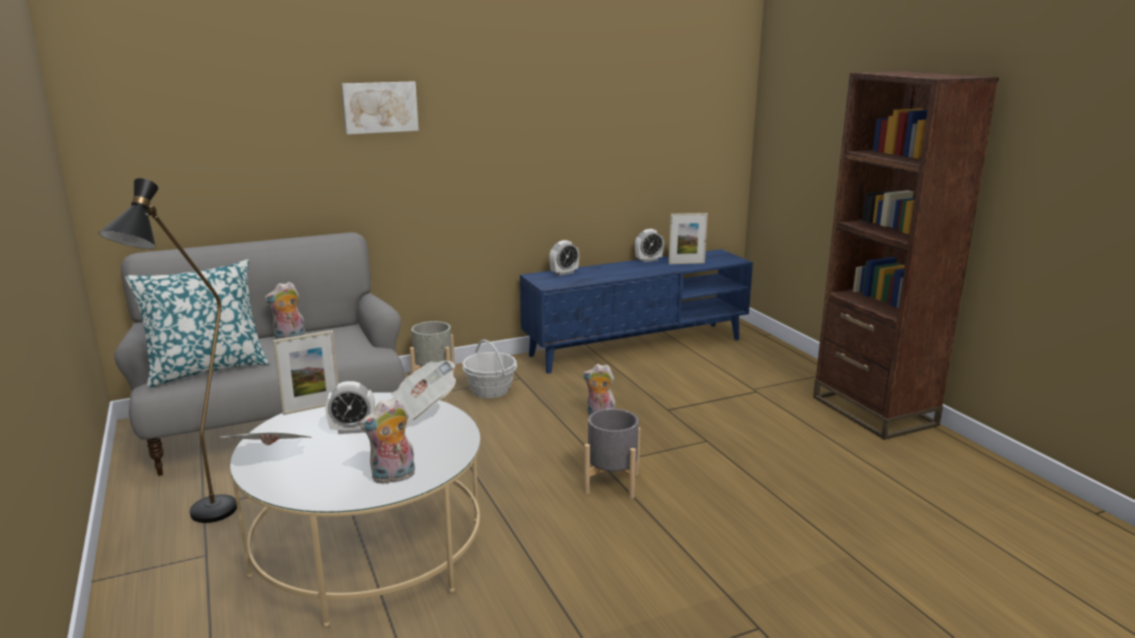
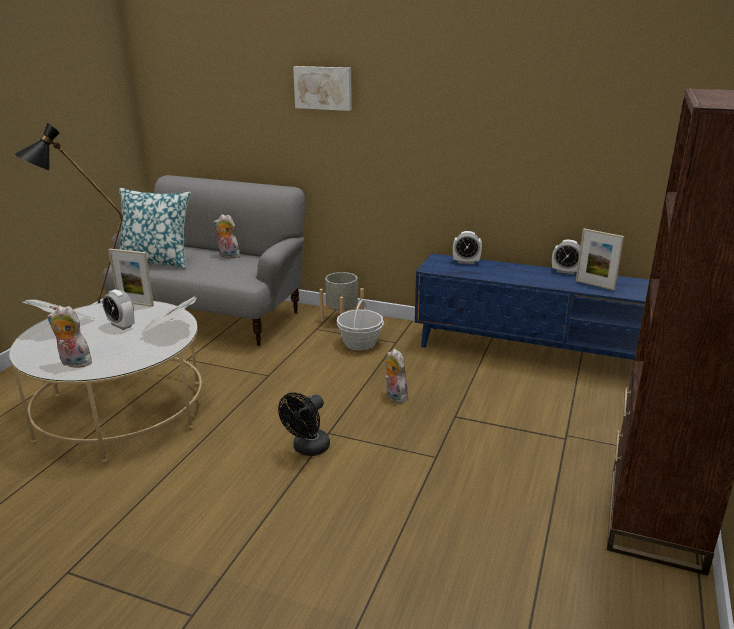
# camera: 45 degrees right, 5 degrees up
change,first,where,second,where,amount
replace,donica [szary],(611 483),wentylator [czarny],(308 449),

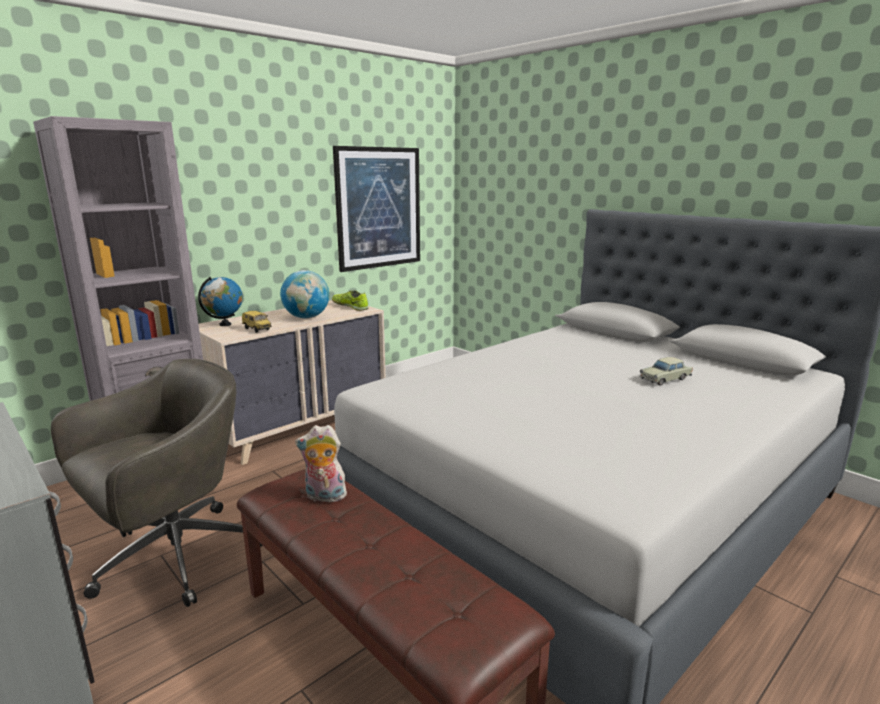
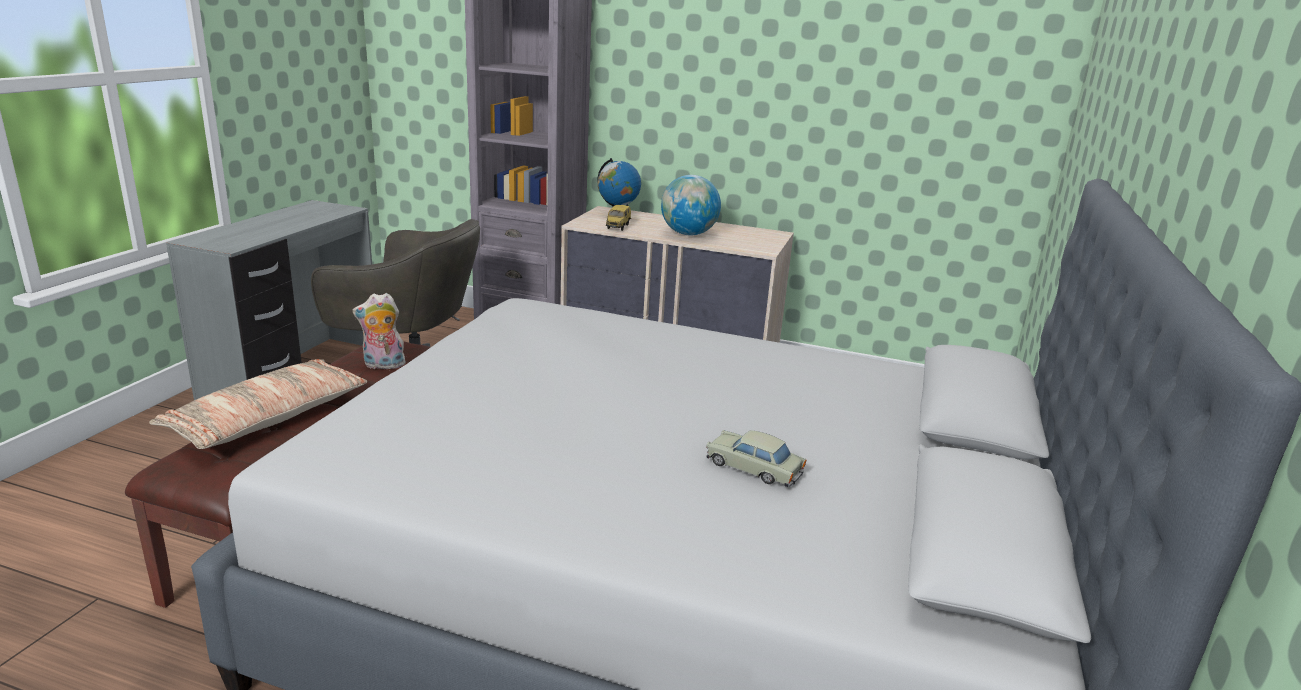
# camera: 60 degrees right, 5 degrees up
change,first,where,second,where,amount
delete,obraz,(379 208),,,
delete,but,(350 306),,,
rotate,pluszak,(324 497),,(383 365),75 degrees counterclockwise
insert,,,poduszka,(269 419),

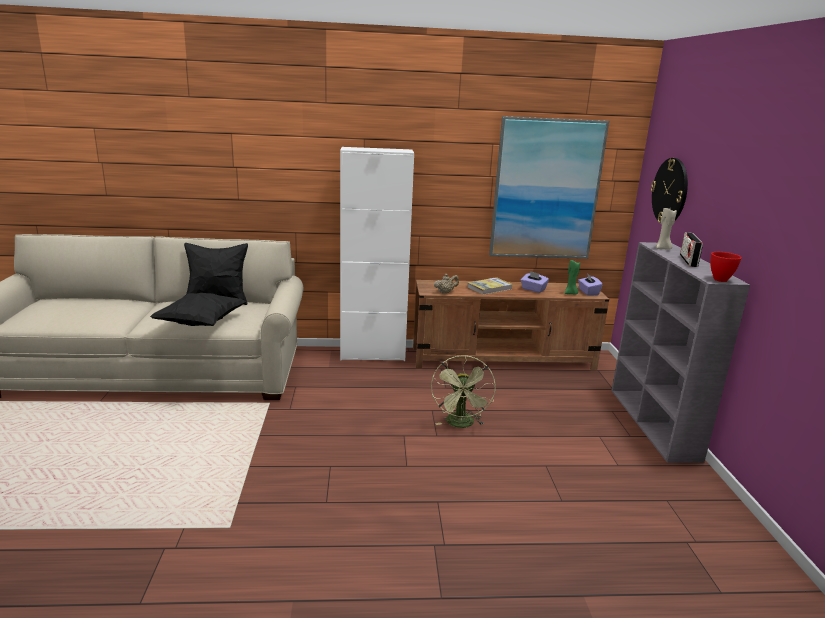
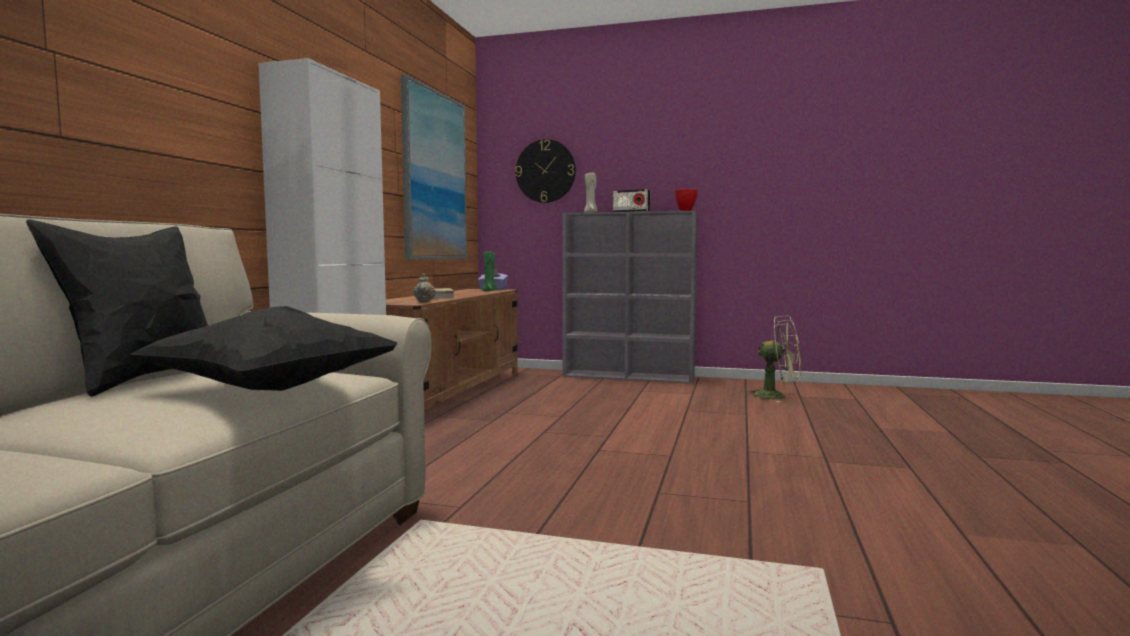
# camera: 70 degrees left, 15 degrees down
change,first,where,second,where,amount
delete,pudełko chusteczek [fioletowy],(533 289),,,
move,wentylator [zielony],(461 424),,(777 397),

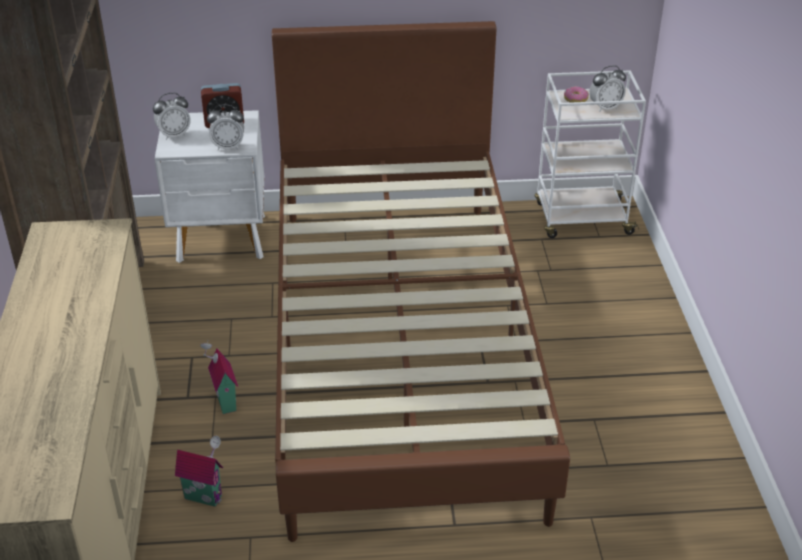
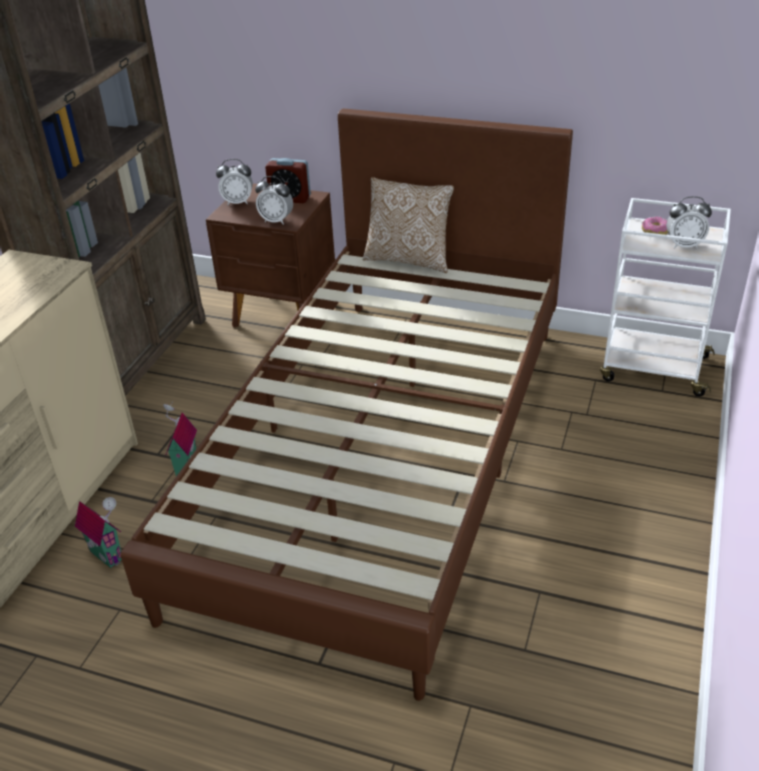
# camera: 25 degrees right, 0 degrees up
change,first,where,second,where,amount
recolor,szafka nocna [biały],(223 239),szafka nocna [brązowy],(284 314),
insert,,,poduszka,(409 259),

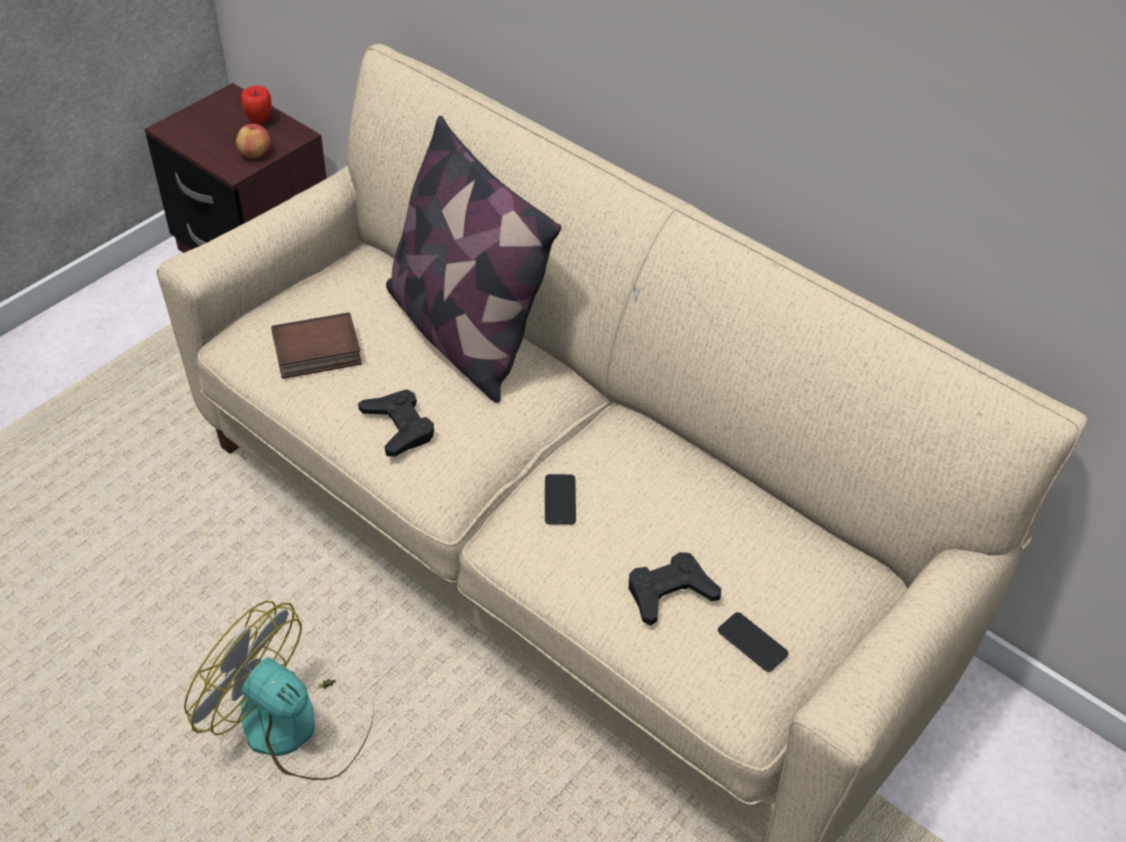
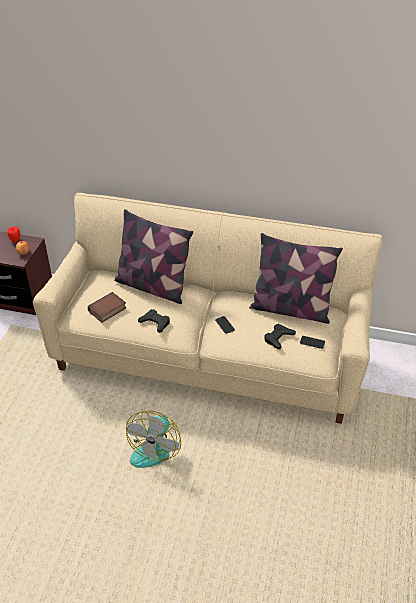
# camera: 25 degrees left, 5 degrees down
change,first,where,second,where,amount
rotate,wentylator,(296 725),,(155 447),75 degrees counterclockwise
insert,,,poduszka,(290 309),

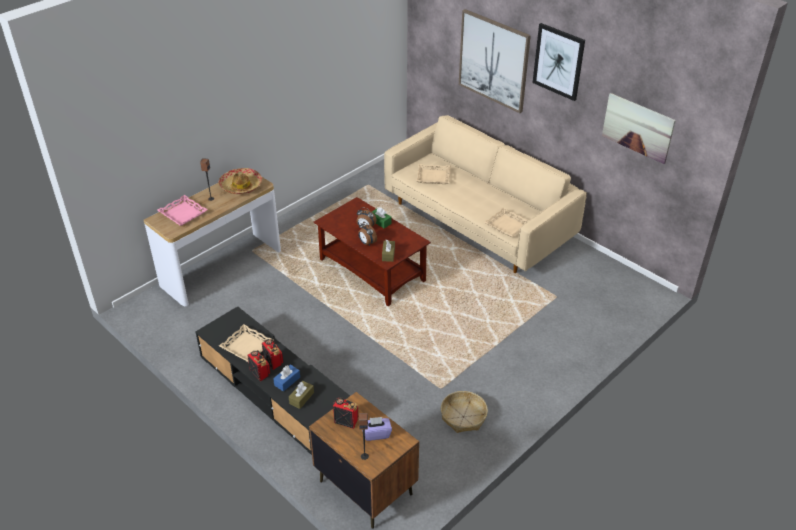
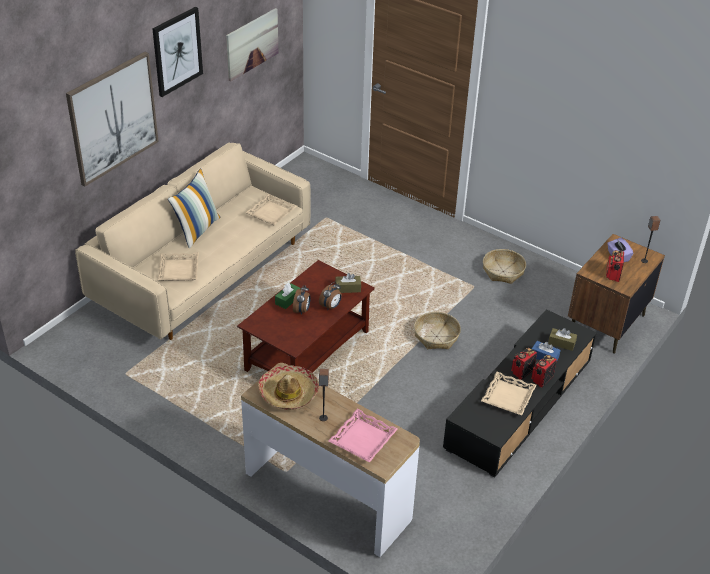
# camera: 100 degrees left, 0 degrees up
change,first,where,second,where,amount
insert,,,poduszka,(197 230),
insert,,,koszyk,(436 336),

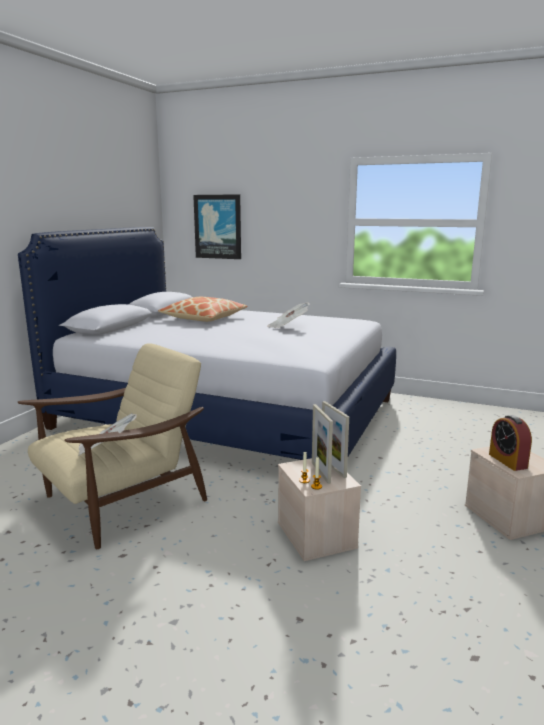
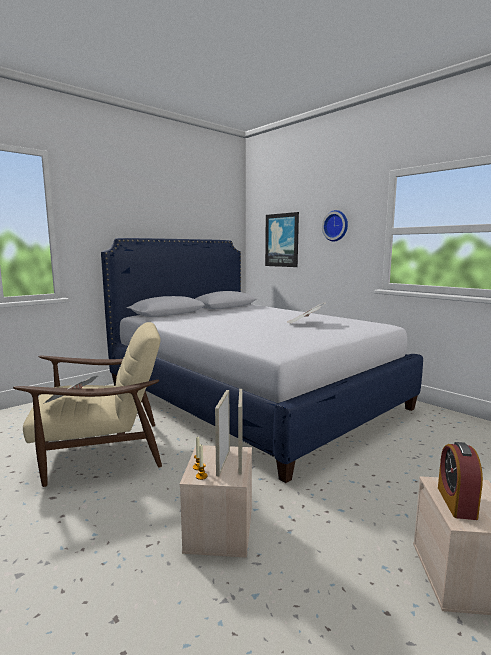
# camera: 25 degrees right, 5 degrees down
change,first,where,second,where,amount
delete,poduszka,(203 318),,,
insert,,,zegar ścienny,(336 226),

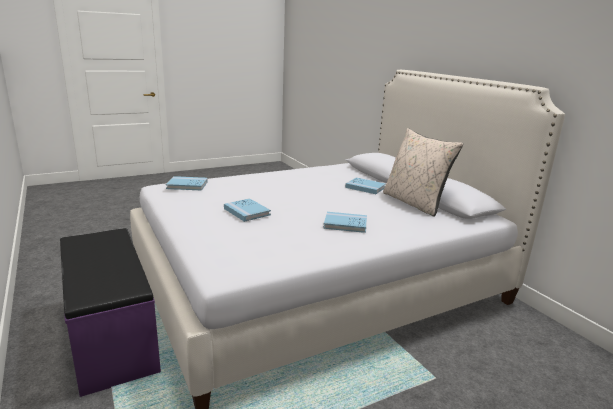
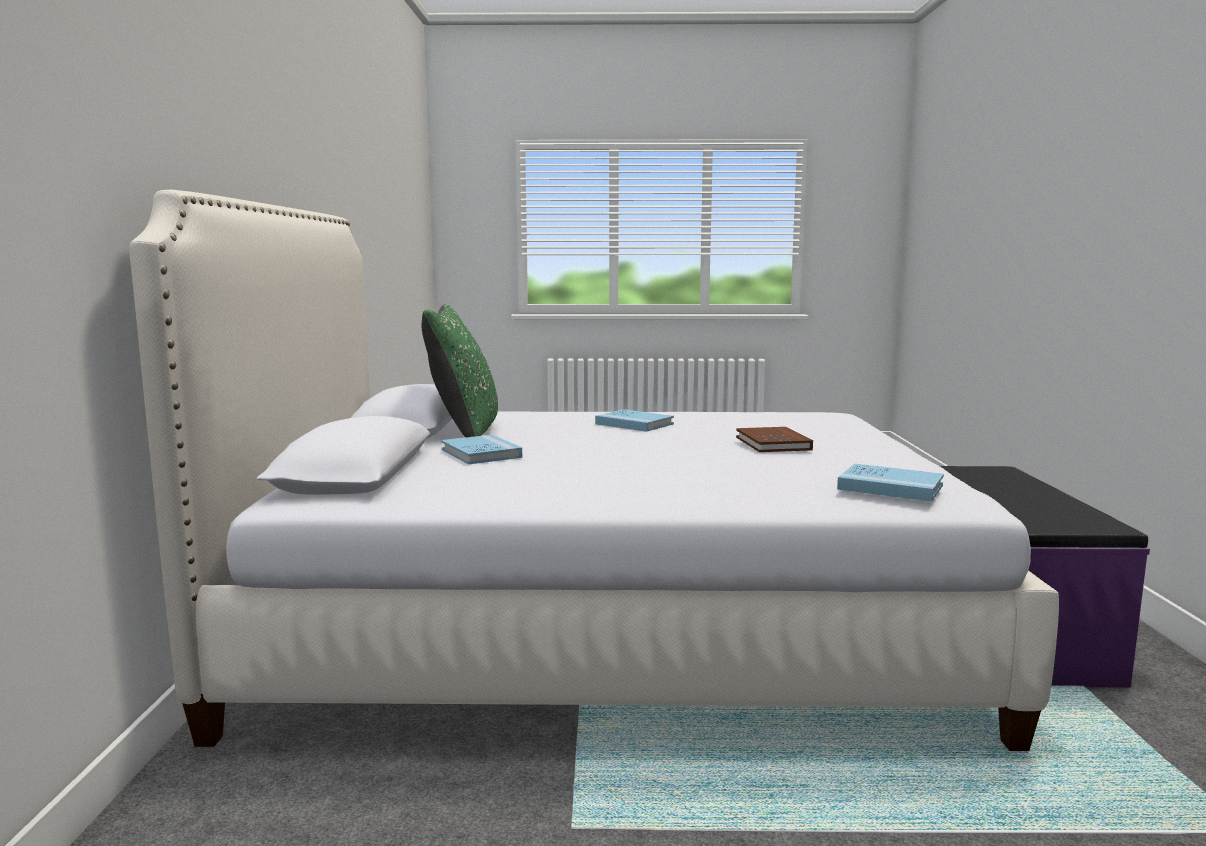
# camera: 150 degrees left, 10 degrees down
change,first,where,second,where,amount
recolor,poduszka [beżowy],(414 203),poduszka [zielony],(464 430),
recolor,książka [niebieski],(247 211),książka [brązowy],(773 443),

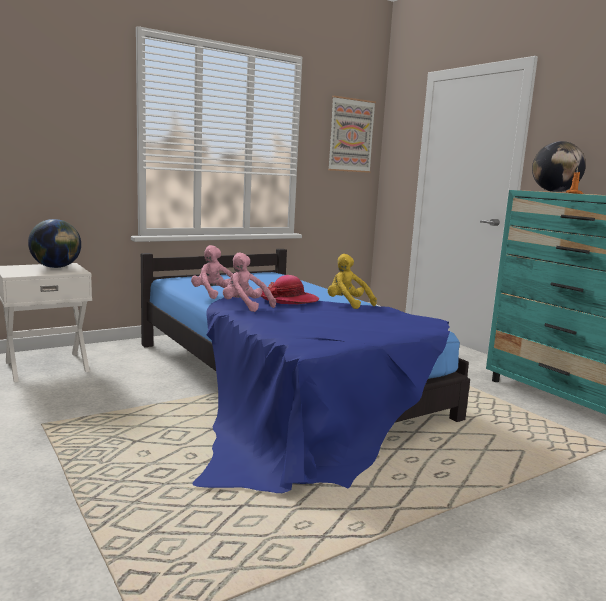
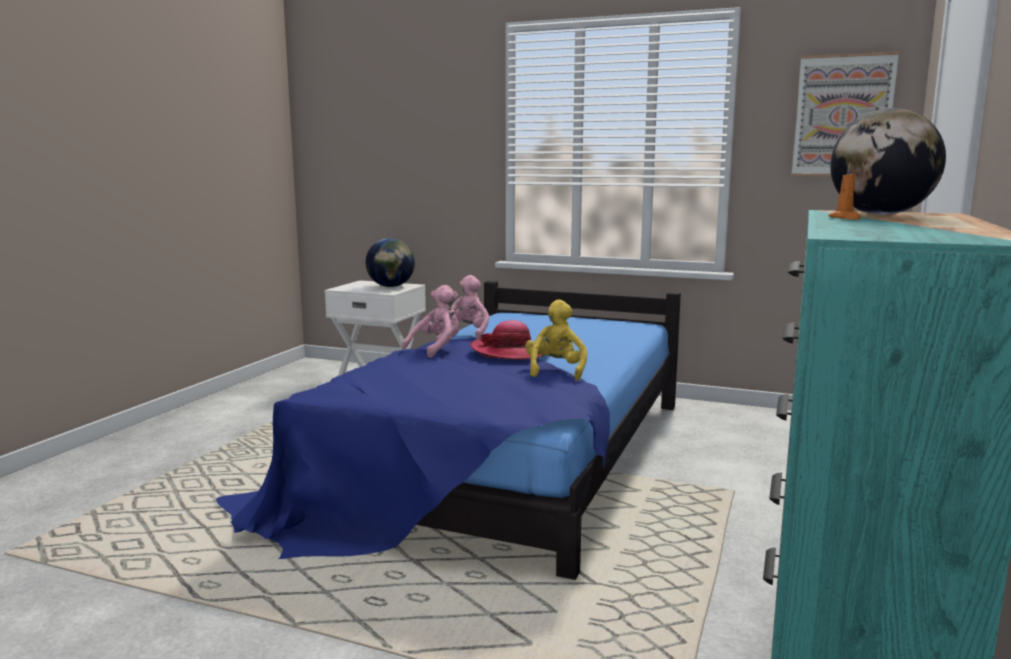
# camera: 55 degrees right, 0 degrees up
change,first,where,second,where,amount
rotate,pluszak [różowy],(245 306),,(436 349),45 degrees clockwise

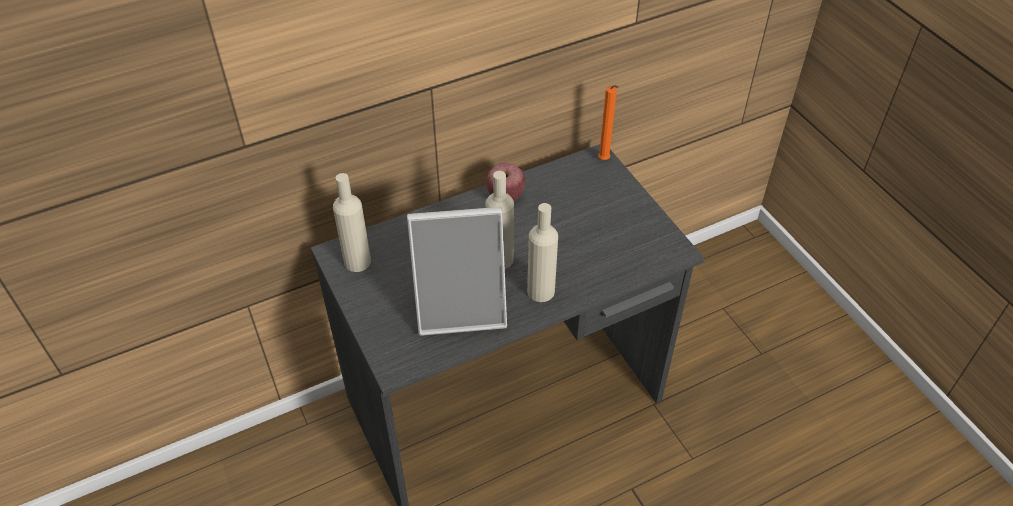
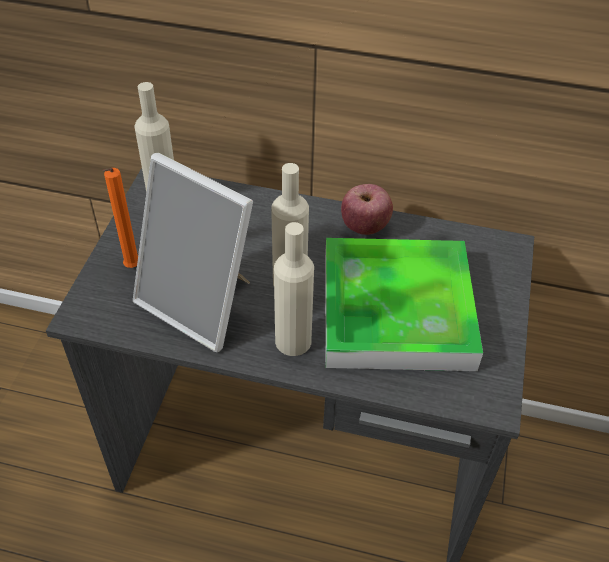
# camera: 40 degrees right, 0 degrees up
change,first,where,second,where,amount
move,świeca [pomarańczowy],(604 160),,(131 268),
insert,,,taca,(396 310),

